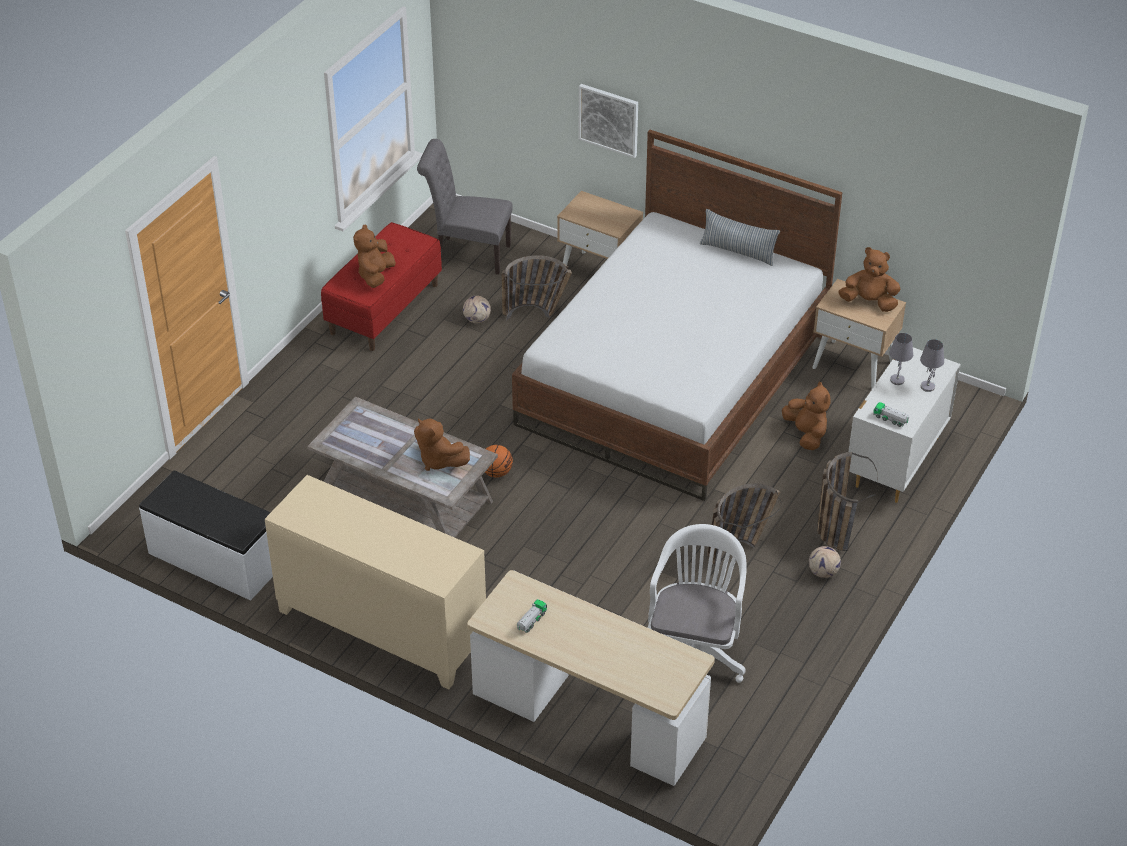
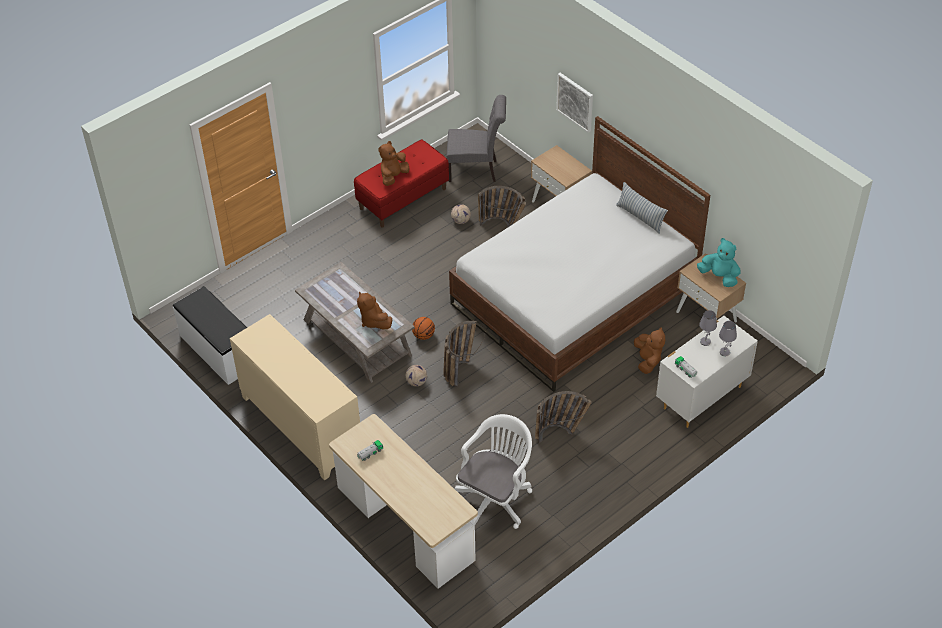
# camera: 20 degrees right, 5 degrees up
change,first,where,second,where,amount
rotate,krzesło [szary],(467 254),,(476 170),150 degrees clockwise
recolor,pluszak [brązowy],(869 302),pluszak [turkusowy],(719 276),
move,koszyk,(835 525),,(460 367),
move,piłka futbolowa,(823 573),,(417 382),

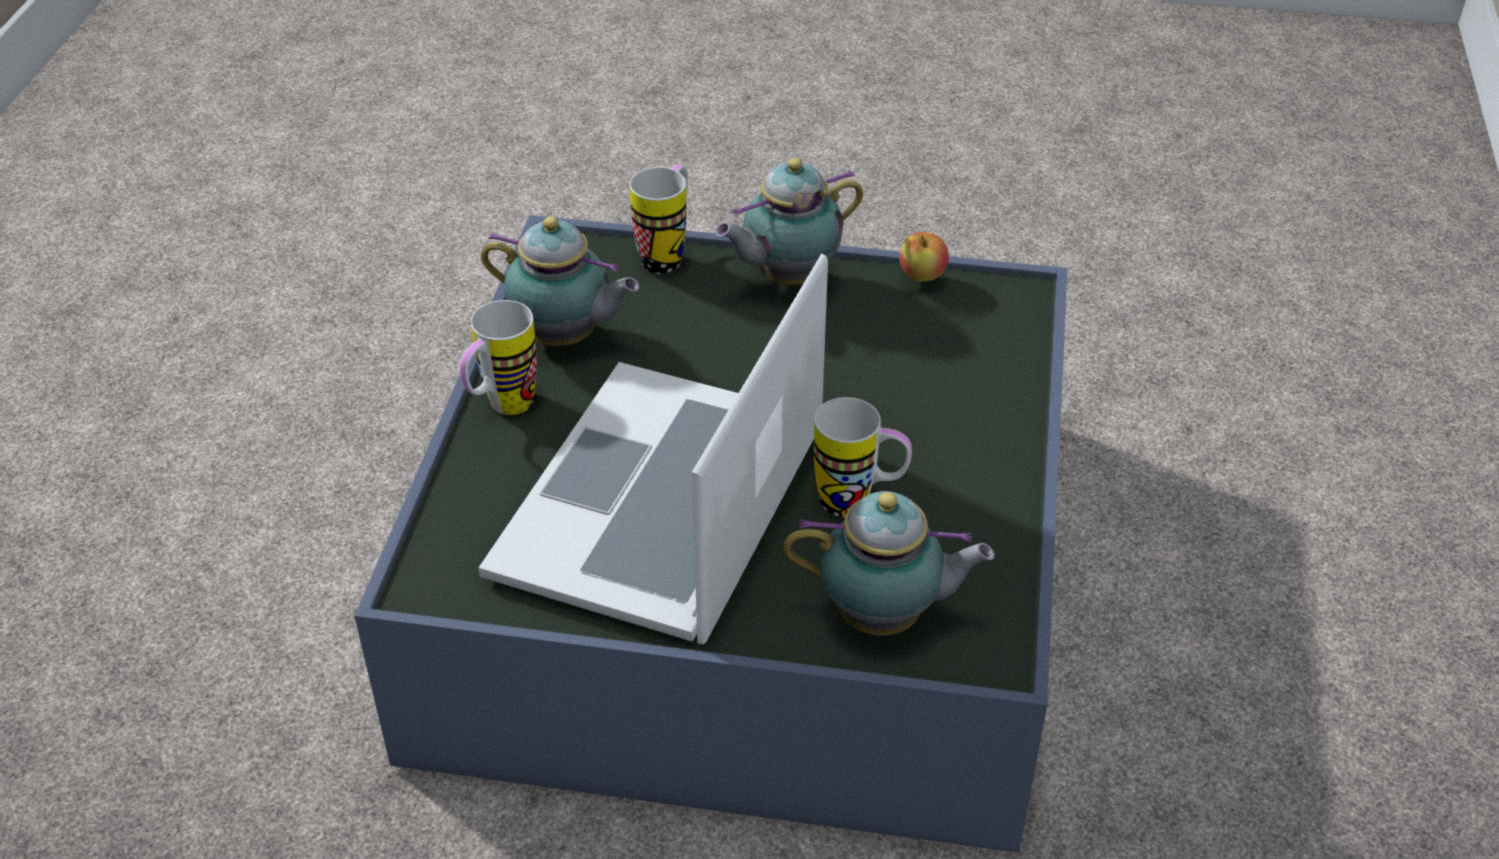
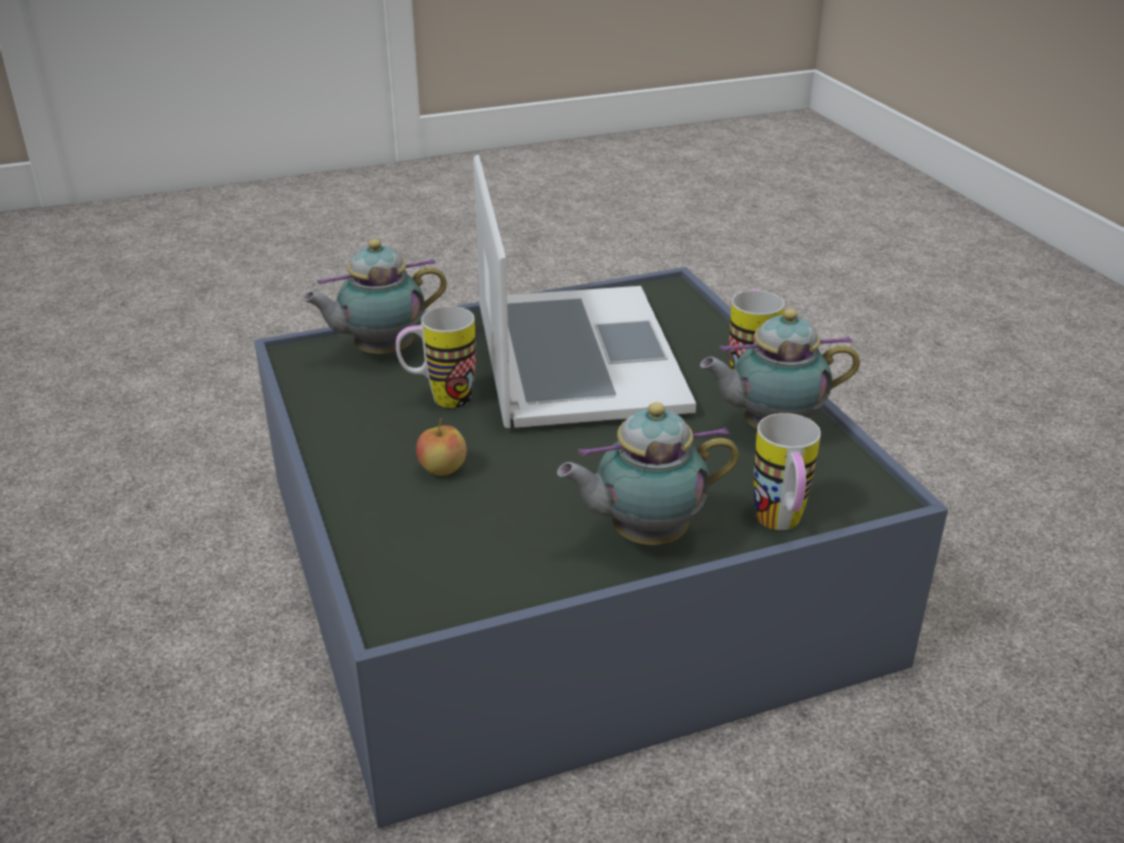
# camera: 150 degrees right, 10 degrees down
change,first,where,second,where,amount
rotate,imbryk,(787 277),,(643 535),135 degrees counterclockwise
move,jabłko,(922 275),,(442 469),

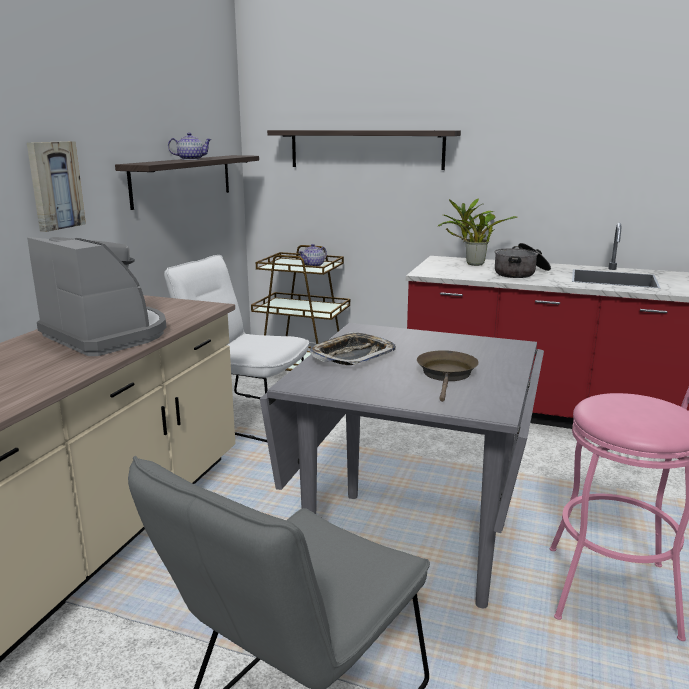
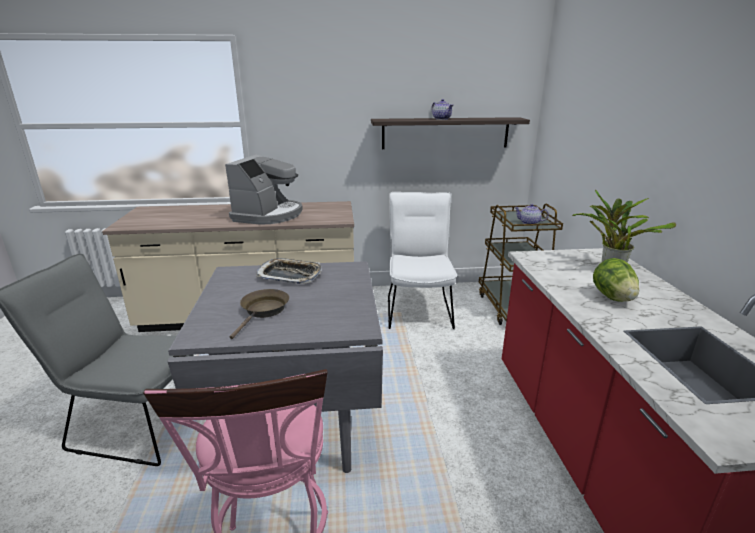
# camera: 65 degrees right, 5 degrees up
change,first,where,second,where,amount
delete,półka,(366 149),,,
delete,obraz,(54 185),,,
replace,garnek,(521 273),sałata,(612 297),
rotate,patelnia [brązowy],(447 375),,(263 311),60 degrees counterclockwise

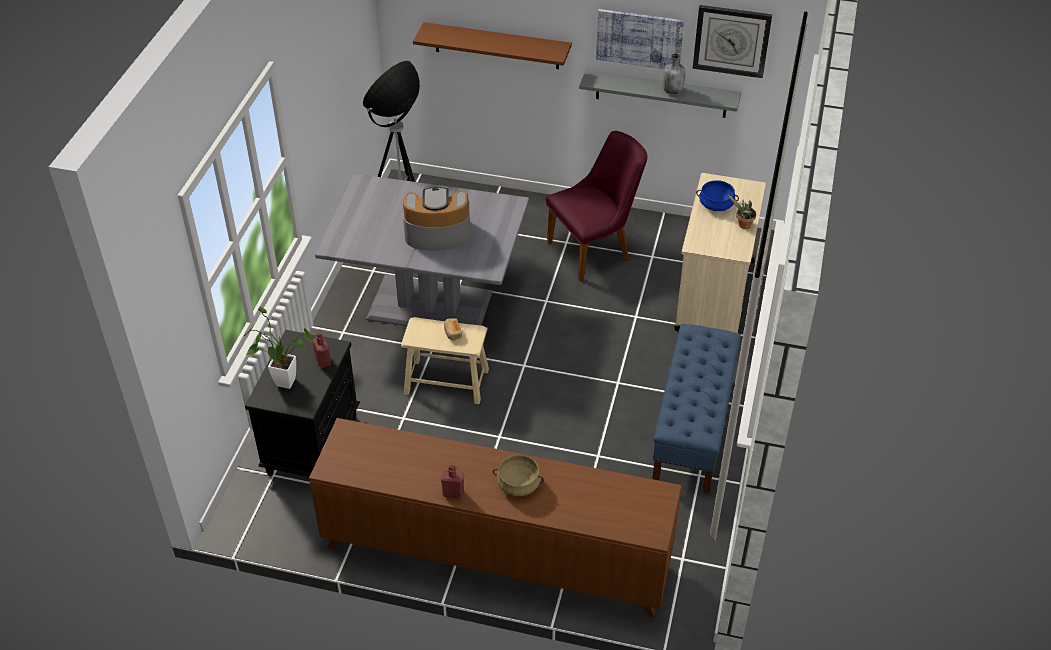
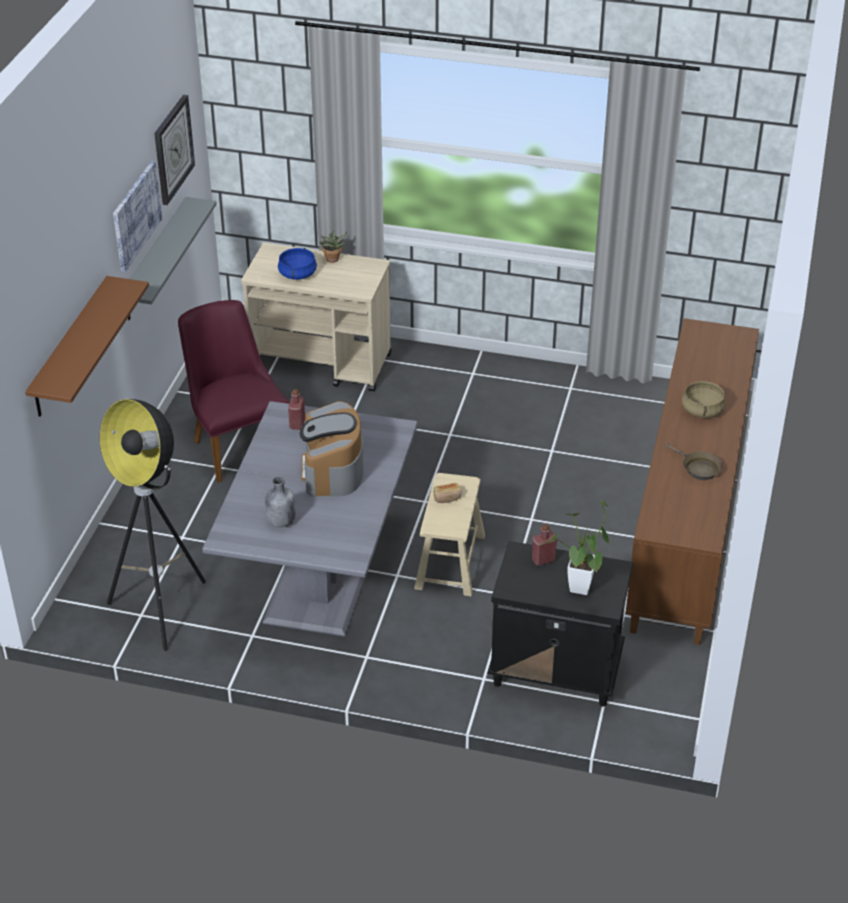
# camera: 90 degrees left, 5 degrees down
change,first,where,second,where,amount
move,butelka [szary],(672 91),,(281 521),
delete,ławka [niebieski],(692 430),,,
move,butelka [czerwony],(453 493),,(297 424),
insert,,,patelnia [brązowy],(698 468),

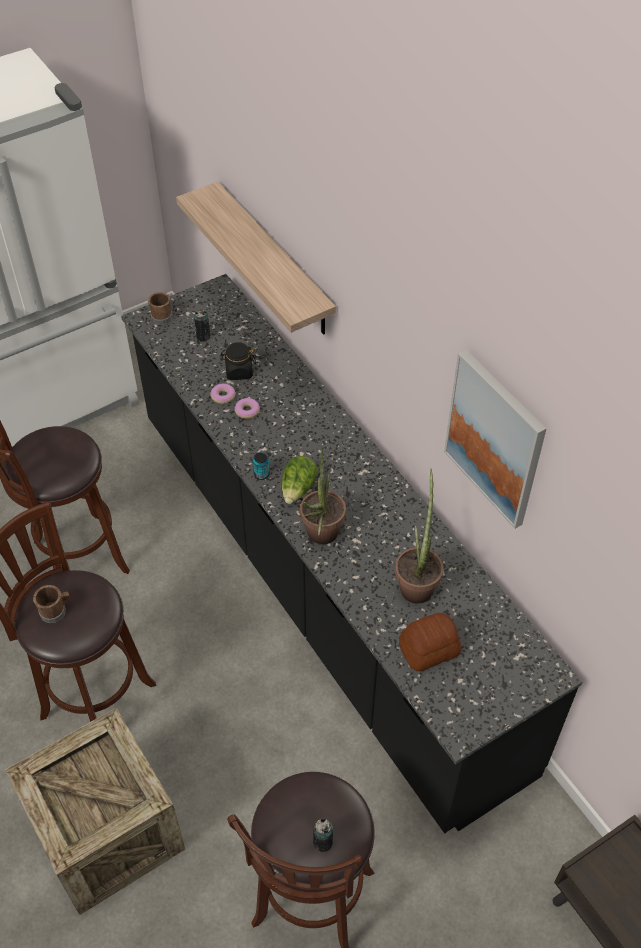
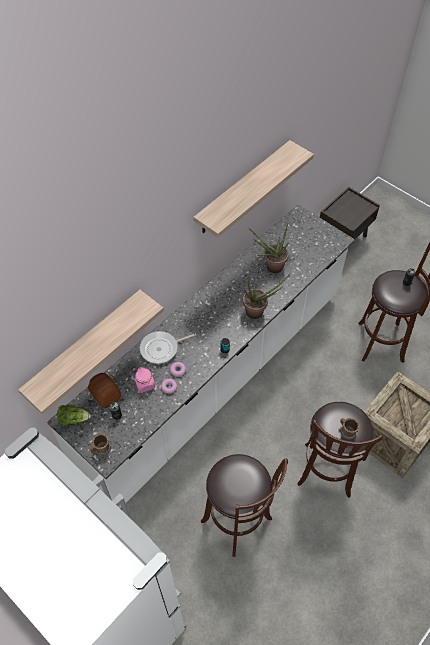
# camera: 105 degrees left, 5 degrees up
change,first,where,second,where,amount
recolor,zabudowa kuchenna [czarny],(320 584),zabudowa kuchenna [biały],(215 379),
recolor,słoik [czarny],(239 371),słoik [różowy],(145 384),
replace,obraz,(495 439),półka,(243 188),
move,sałata,(298 489),,(73 419),
move,chleb,(428 649),,(105 394),
insert,,,patelnia,(161 348),

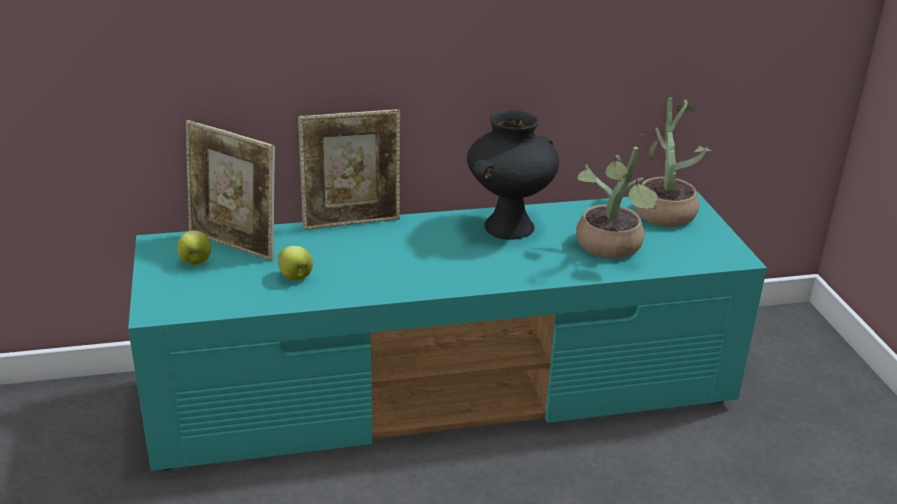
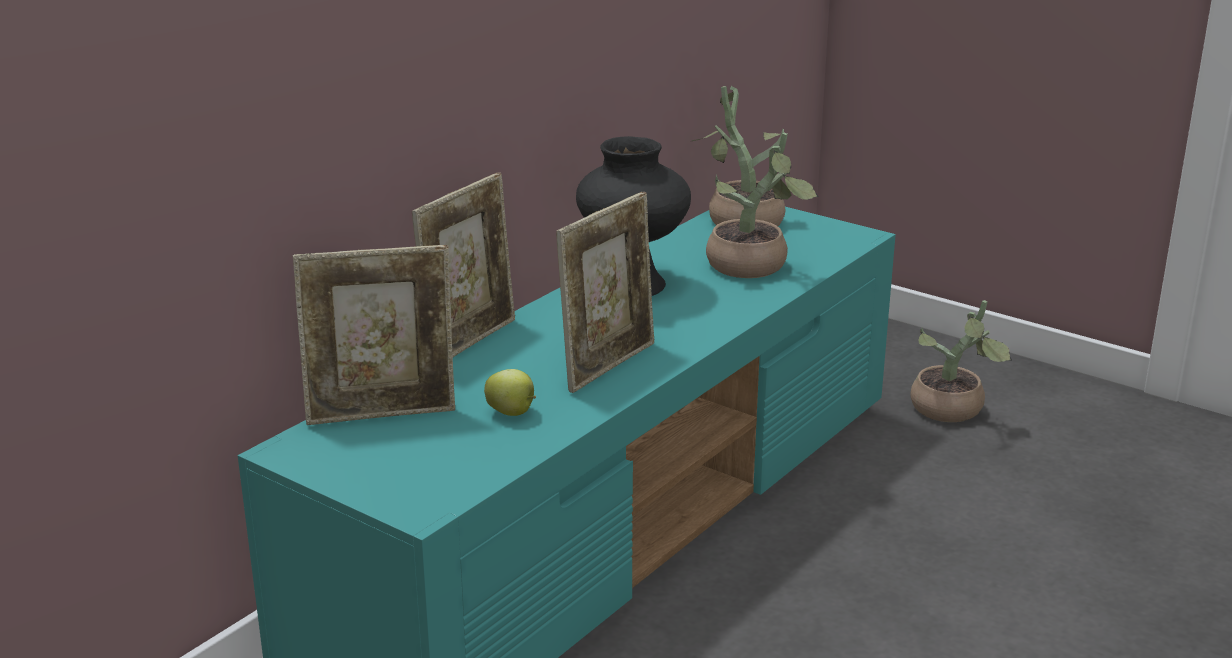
# camera: 40 degrees left, 5 degrees down
change,first,where,second,where,amount
delete,jabłko,(195 262),,,
insert,,,ramka na zdjęcie,(608 365),
insert,,,roślina doniczkowa,(952 412),

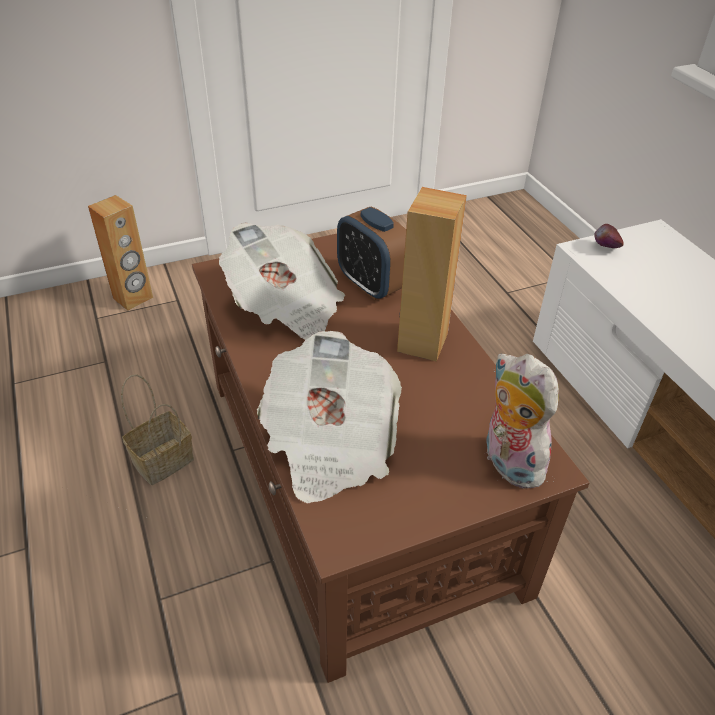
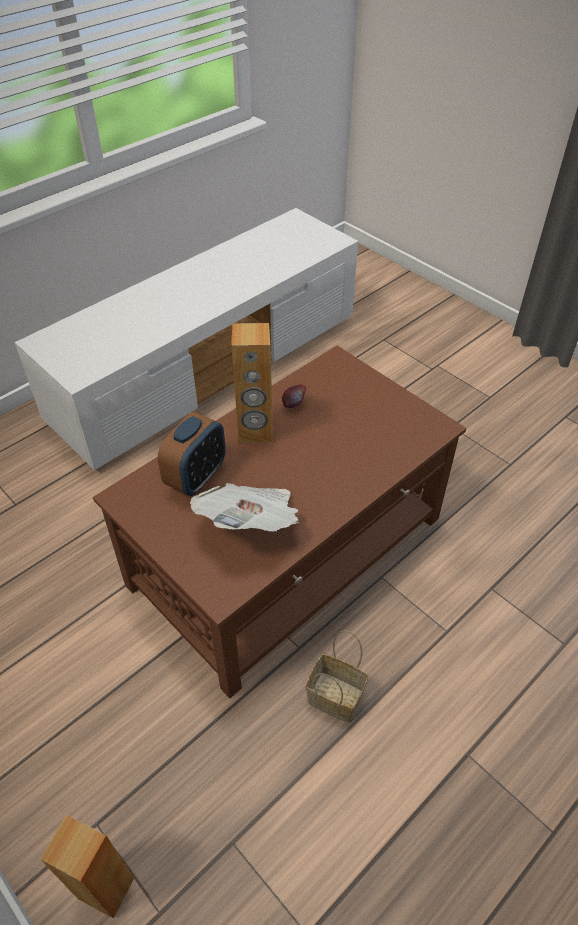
# camera: 110 degrees left, 5 degrees up
change,first,where,second,where,amount
move,jabłko,(605 249),,(293 404),
delete,gazeta,(329 443),,,
delete,pluszak,(507 462),,,

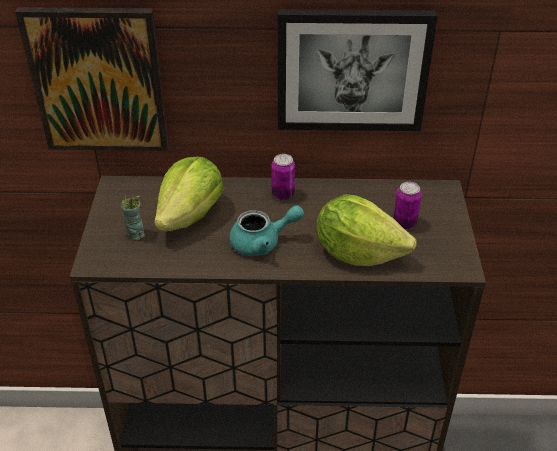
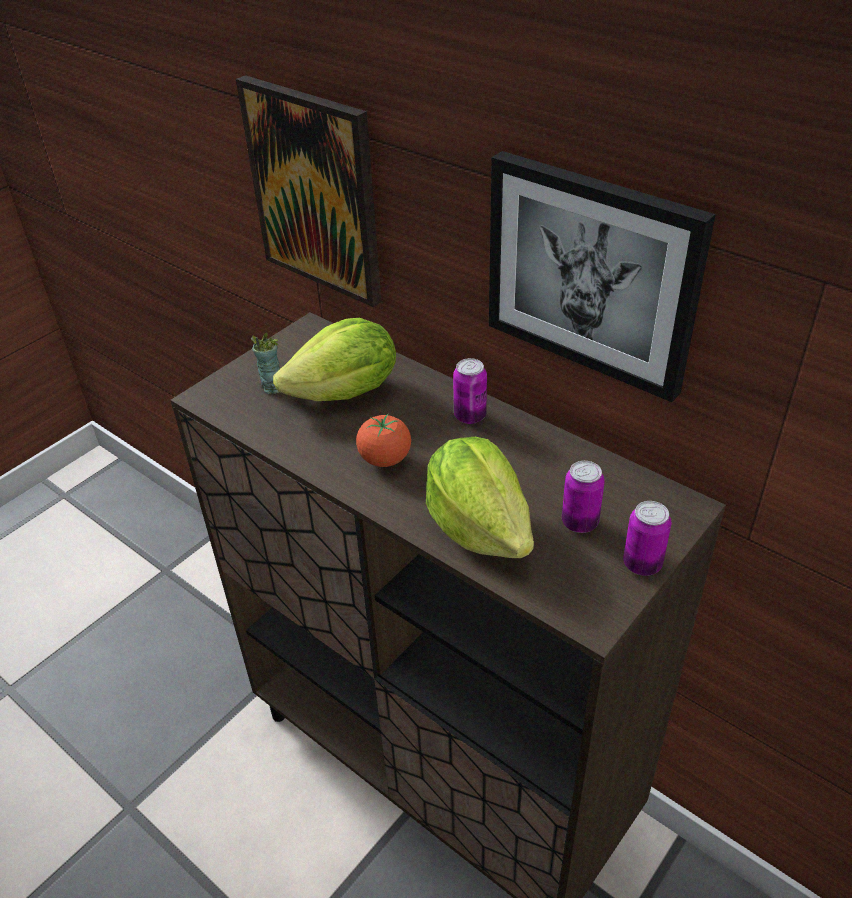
# camera: 40 degrees right, 0 degrees up
change,first,where,second,where,amount
replace,imbryk [turkusowy],(263 242),pomidor,(385 459),
insert,,,puszka,(642 564),

